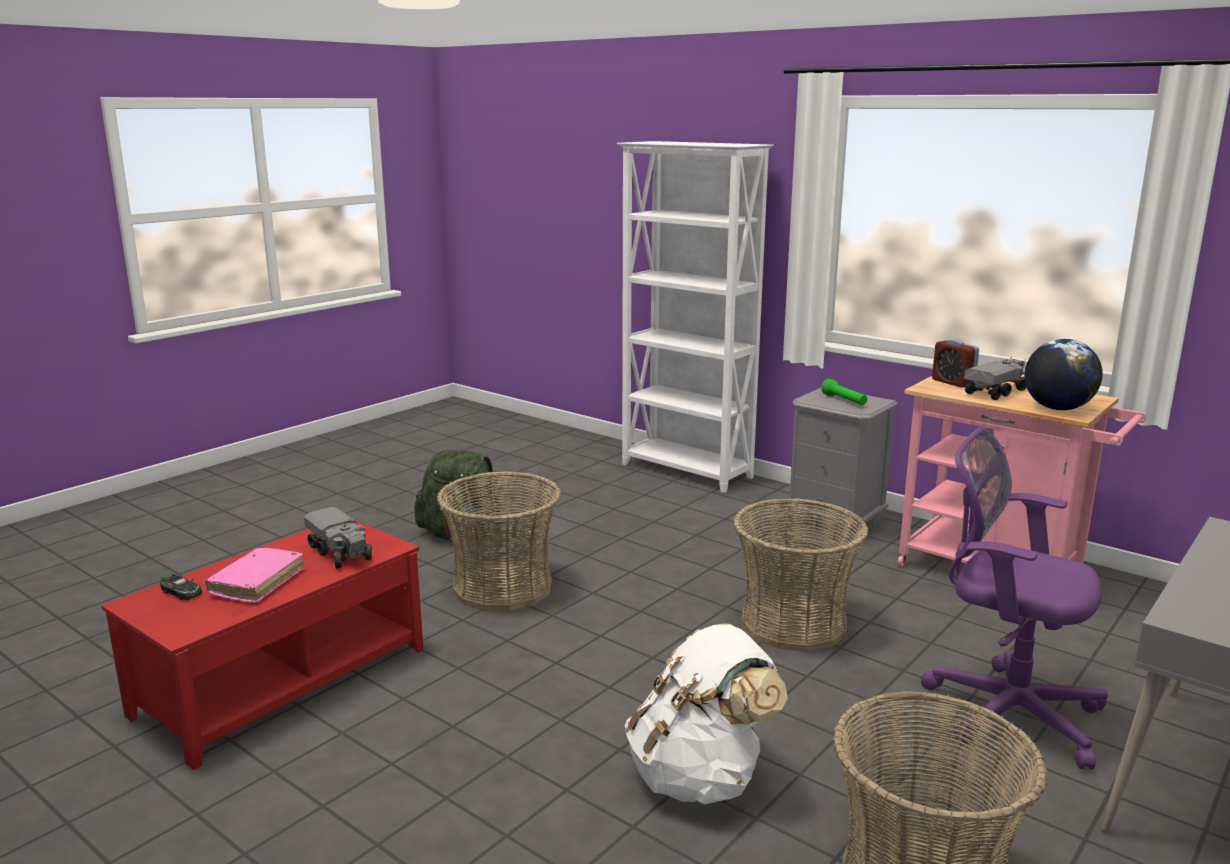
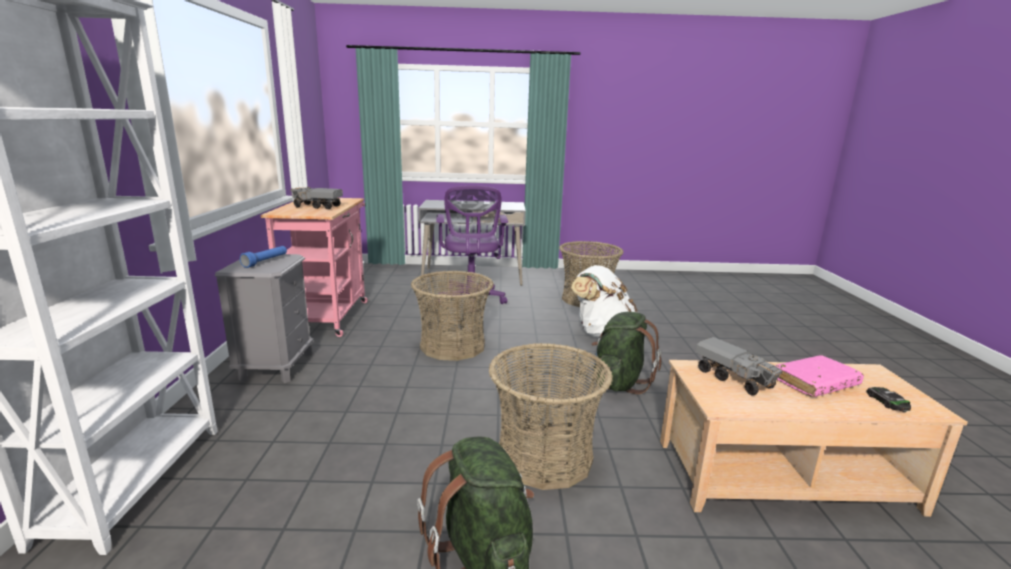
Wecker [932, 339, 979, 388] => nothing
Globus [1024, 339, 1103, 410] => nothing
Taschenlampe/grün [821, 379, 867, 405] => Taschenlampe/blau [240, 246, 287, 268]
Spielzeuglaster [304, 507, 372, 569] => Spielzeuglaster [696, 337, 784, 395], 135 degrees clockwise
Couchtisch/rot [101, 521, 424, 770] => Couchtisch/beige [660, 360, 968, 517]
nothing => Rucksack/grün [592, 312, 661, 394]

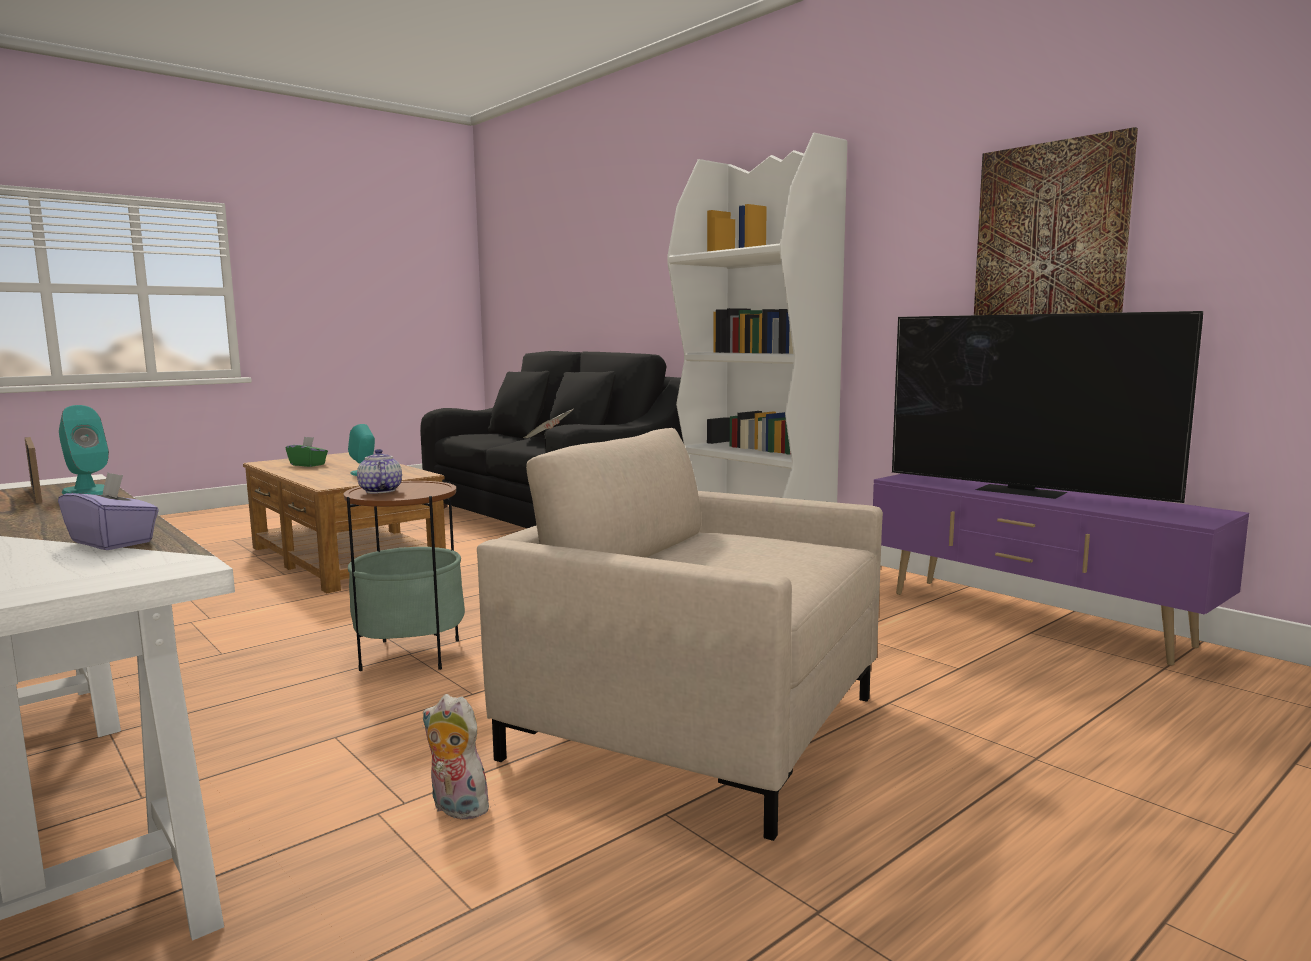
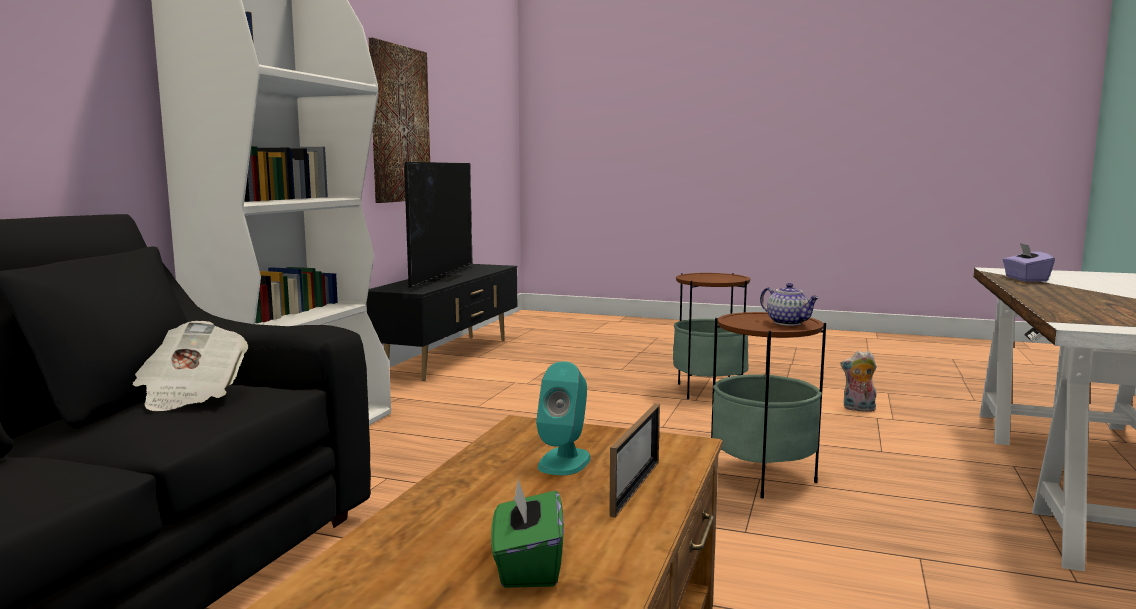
Lautsprecher/türkis [59, 405, 109, 495] => nothing
Sessel/beige [477, 428, 883, 841] => Beistelltisch [673, 273, 750, 399]
Bilderrahmen [25, 437, 42, 503] => Bilderrahmen [609, 404, 660, 518], relocated
Teekanne [357, 449, 402, 494] => Teekanne [760, 283, 819, 326], 75 degrees counterclockwise
Fernsehschrank/lila [873, 474, 1249, 666] => Fernsehschrank/schwarz [366, 264, 517, 381]
Plüschtier [422, 694, 491, 819] => Plüschtier [840, 351, 877, 413], 105 degrees clockwise

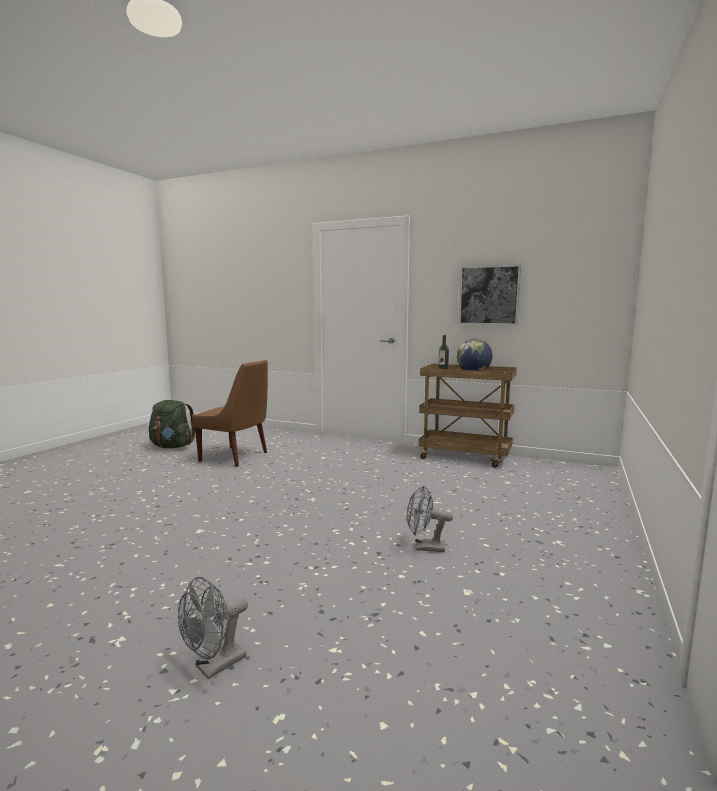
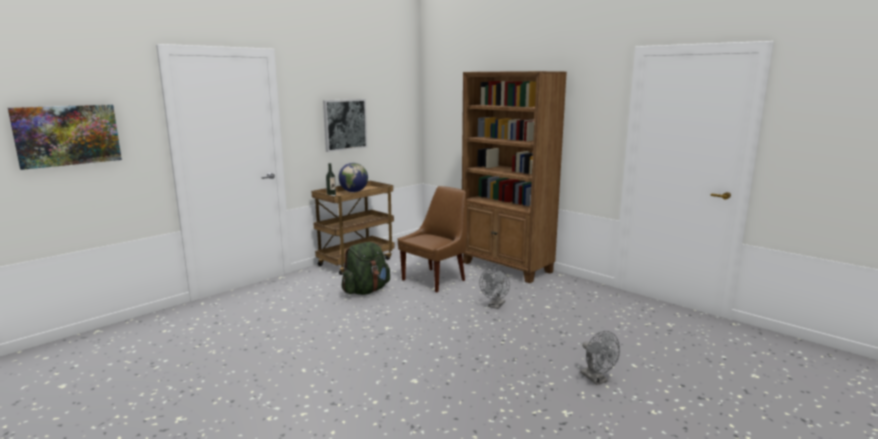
Stuhl/braun [192, 360, 268, 467] => Stuhl/braun [398, 186, 467, 292], relocated
Rucksack/grün [149, 400, 195, 448] => Rucksack/grün [342, 242, 390, 295], relocated
nothing => Bücherregal/braun [462, 71, 567, 283]
nothing => Bild [8, 105, 122, 170]

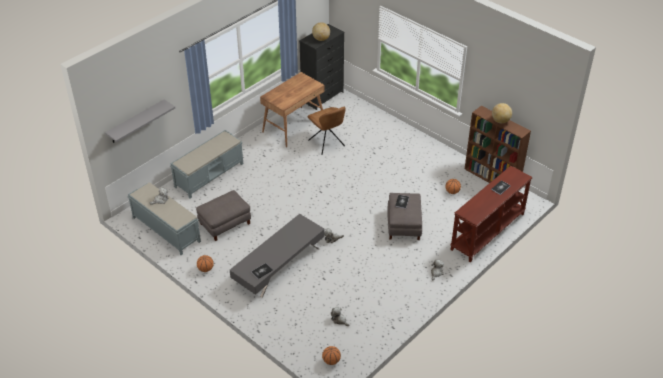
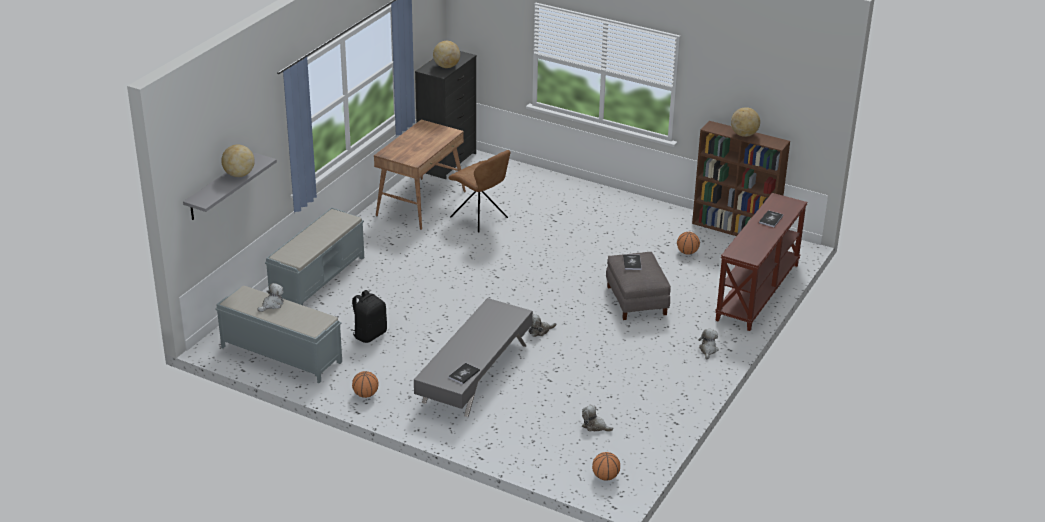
Polsterhocker/grau [196, 190, 251, 241] => Rucksack/schwarz [351, 290, 387, 343]
nothing => Globus [221, 145, 255, 177]

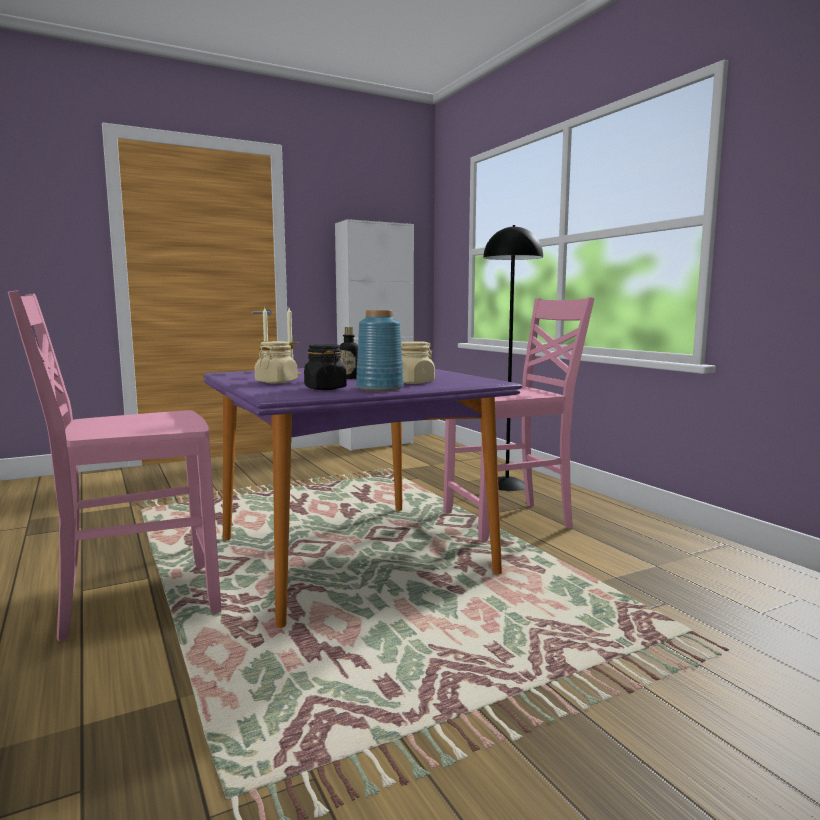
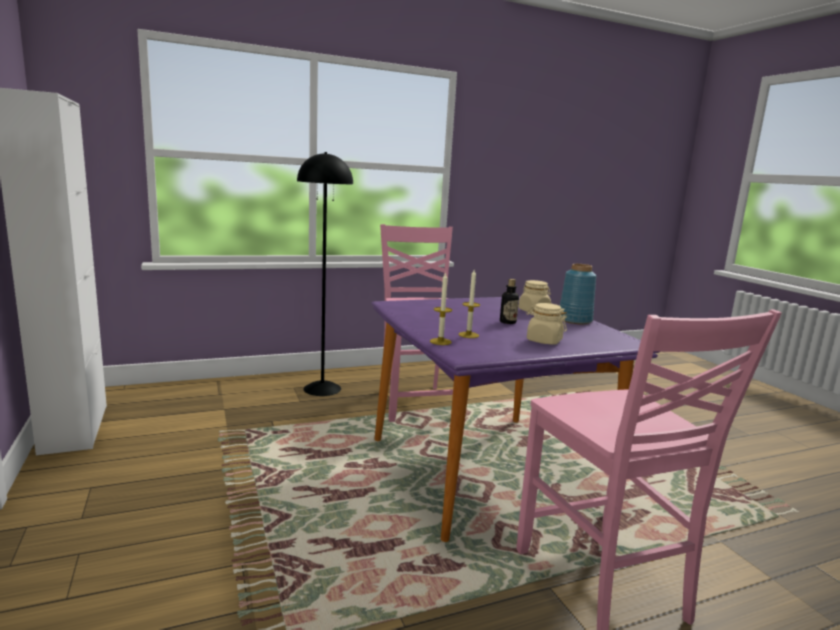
Vorratsglas/schwarz [304, 344, 347, 390] => nothing

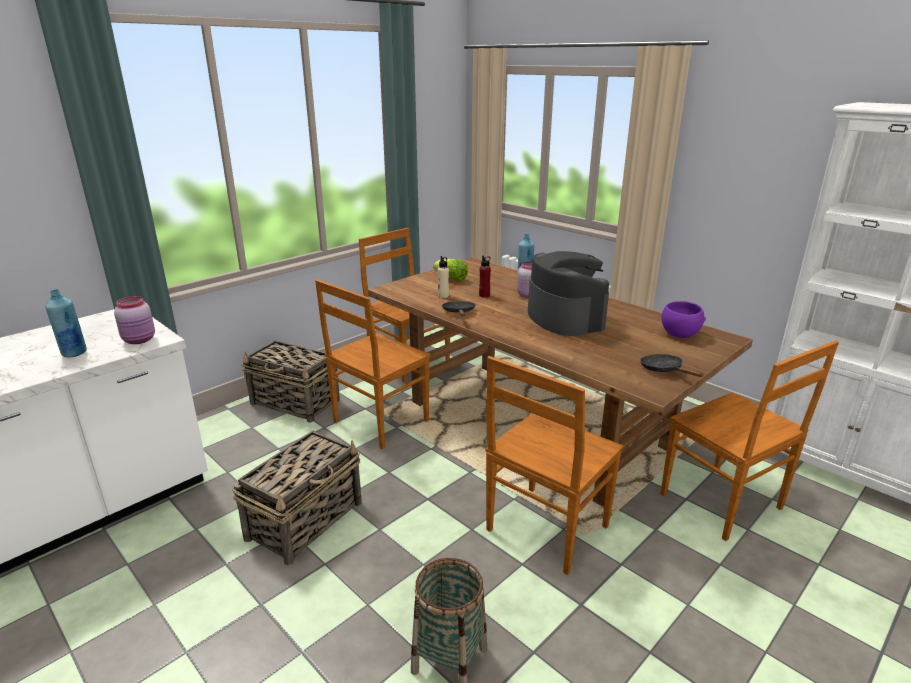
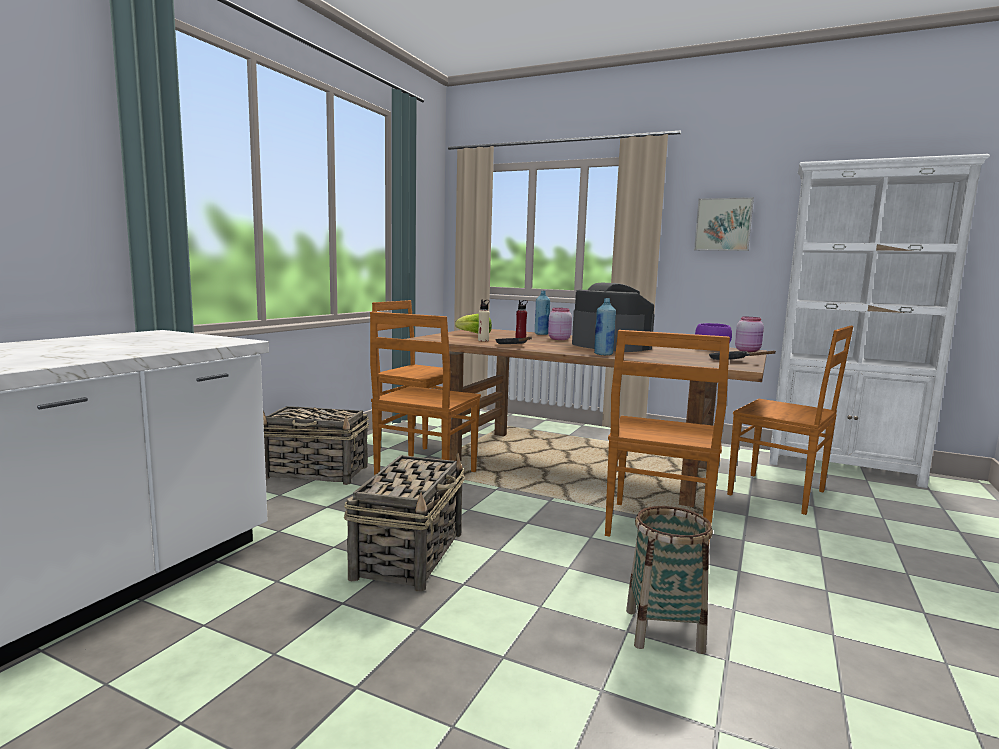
Flasche/blau [45, 289, 87, 357] => Flasche/blau [594, 298, 616, 355], relocated
Vorratsglas/rosa [114, 296, 155, 344] => Vorratsglas/rosa [735, 317, 764, 352], relocated
nothing => Bild [694, 197, 754, 251]

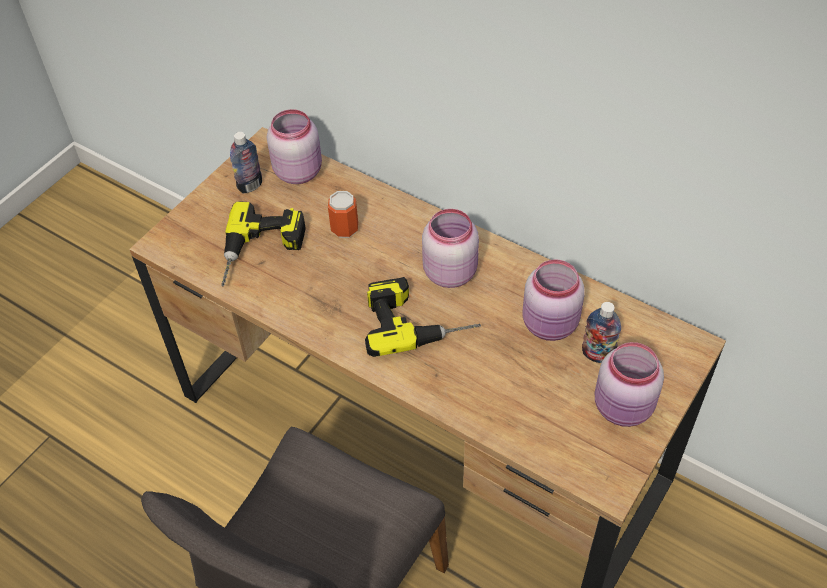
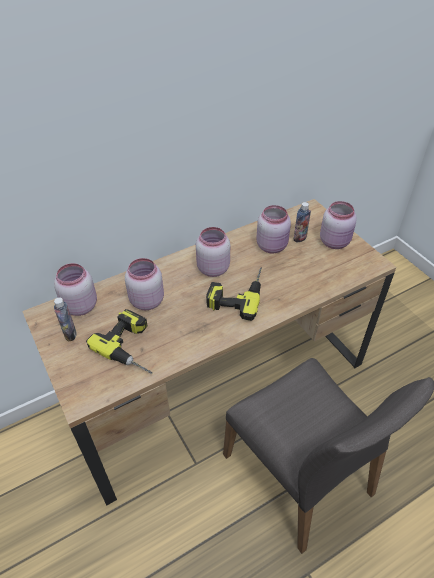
Dose [328, 191, 358, 238] => Vorratsglas/rosa [125, 258, 164, 310]

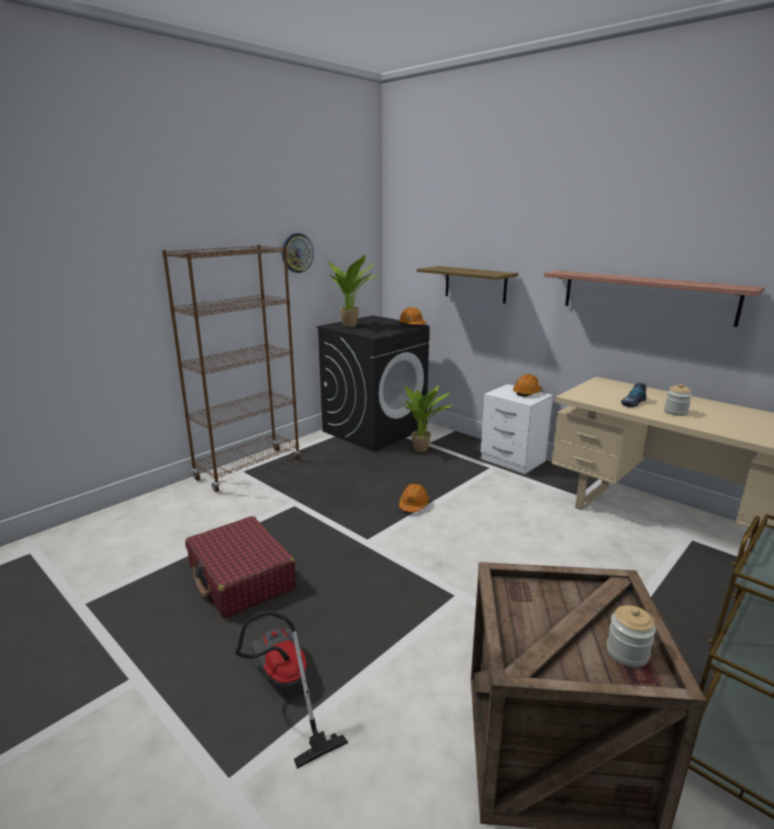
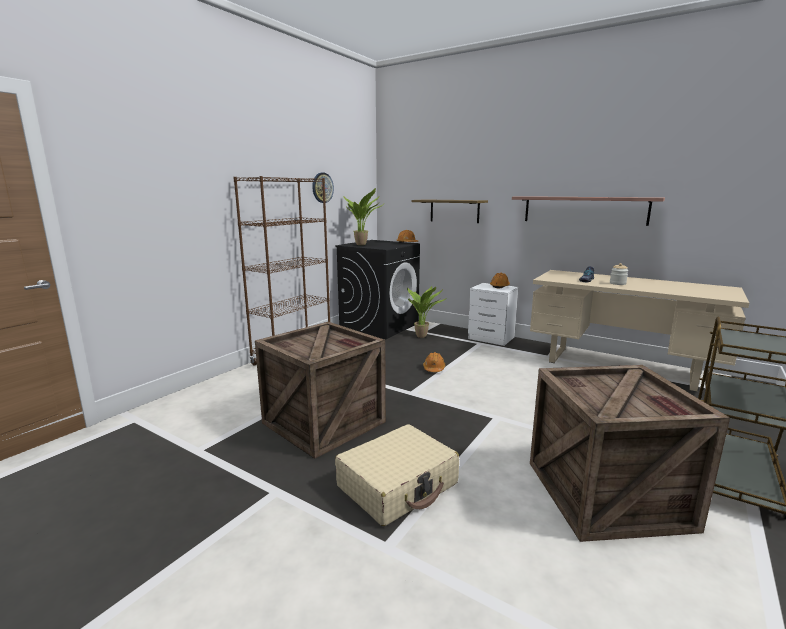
Koffer/rot [185, 516, 296, 619] => Kiste [255, 322, 386, 459]
Vorratsglas [607, 605, 656, 667] => nothing
Staubsauger [235, 611, 348, 769] => Koffer/beige [335, 424, 459, 526]

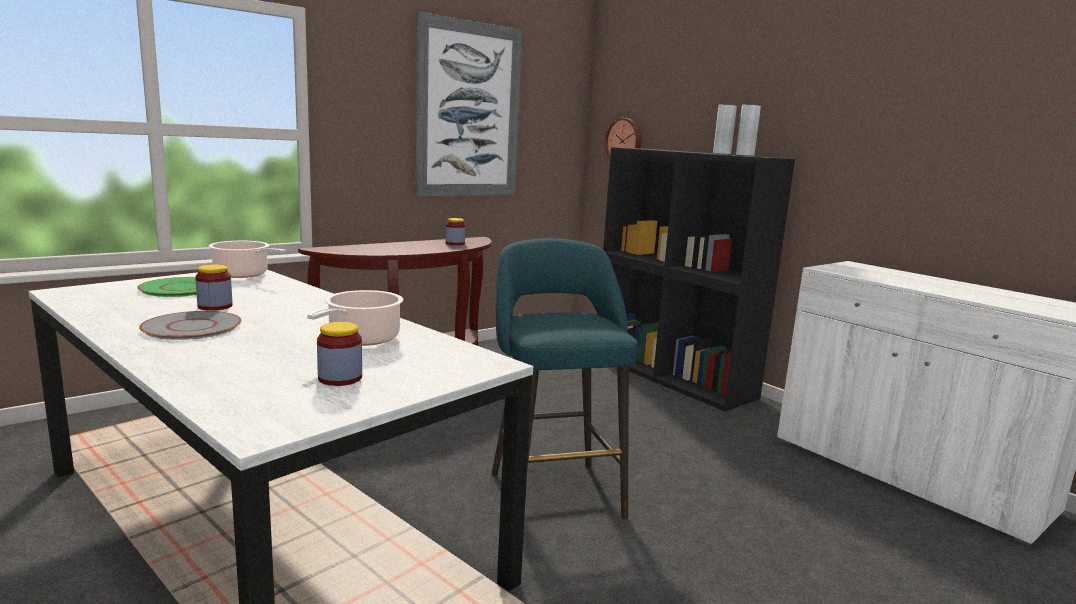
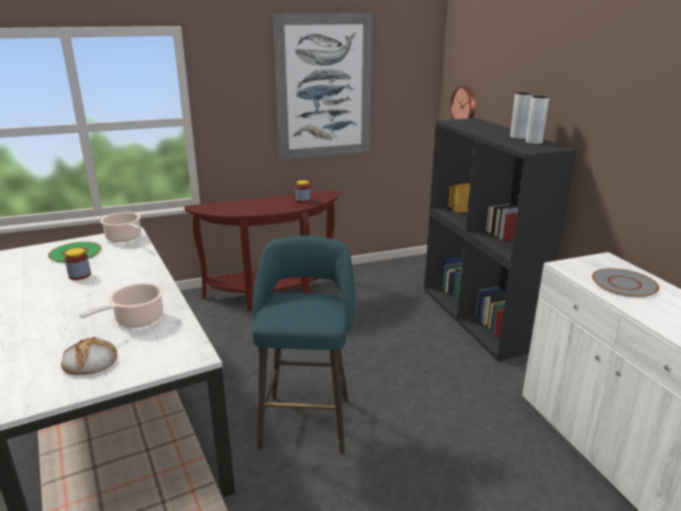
Teller/grau [139, 311, 242, 340] => Teller/grau [592, 268, 659, 297], relocated
Vorratsglas [317, 322, 362, 386] => Brot [61, 337, 117, 375]

